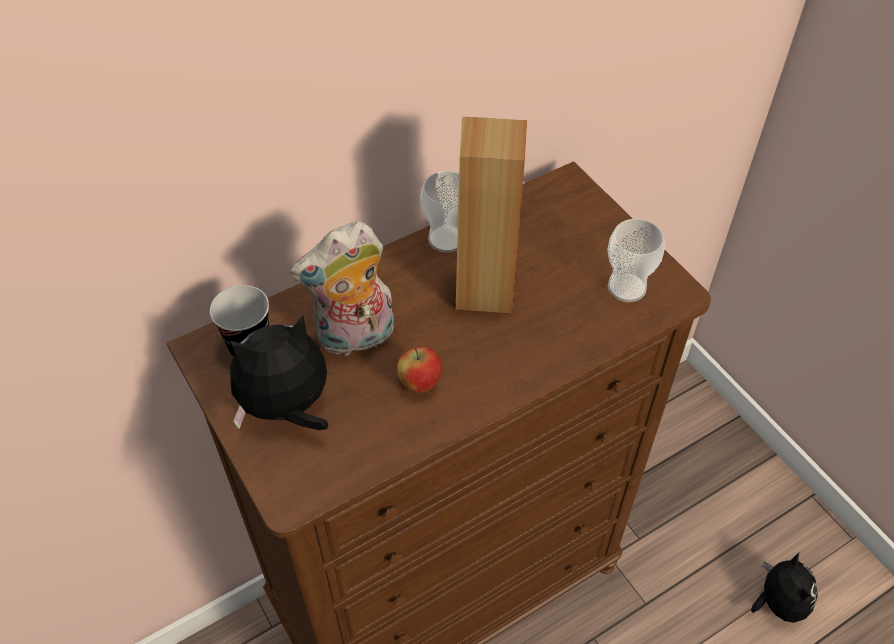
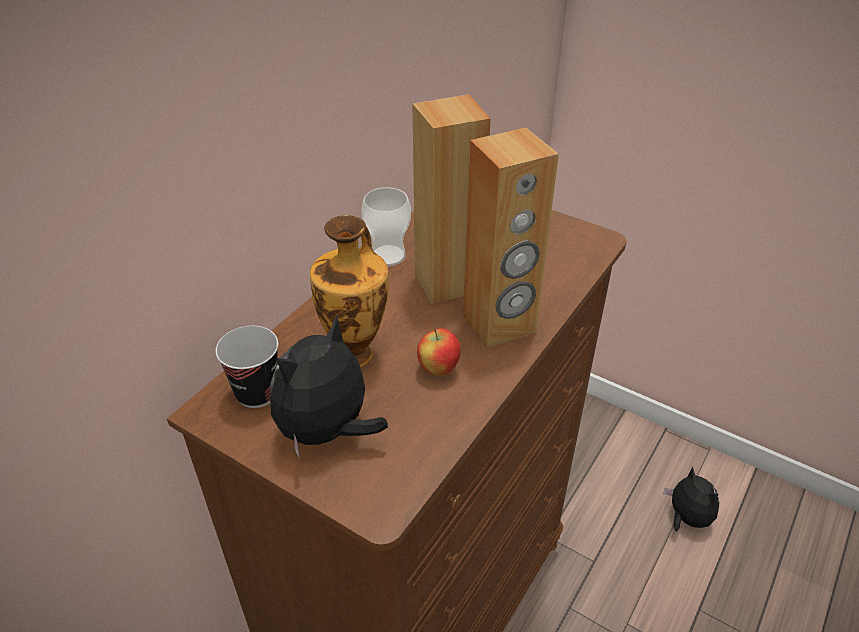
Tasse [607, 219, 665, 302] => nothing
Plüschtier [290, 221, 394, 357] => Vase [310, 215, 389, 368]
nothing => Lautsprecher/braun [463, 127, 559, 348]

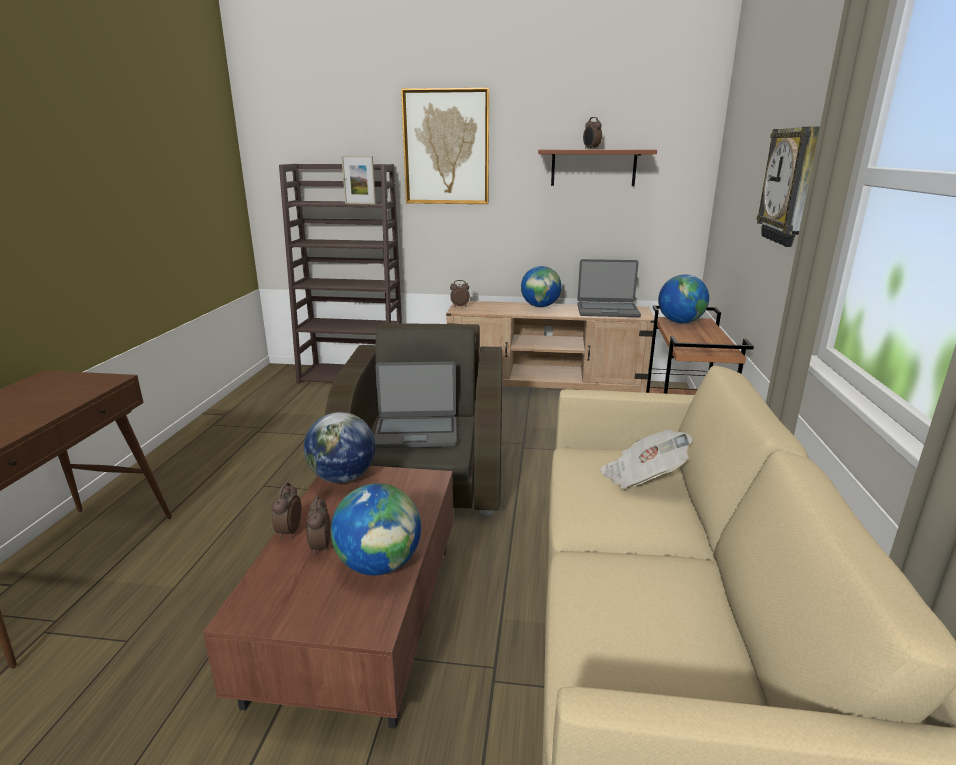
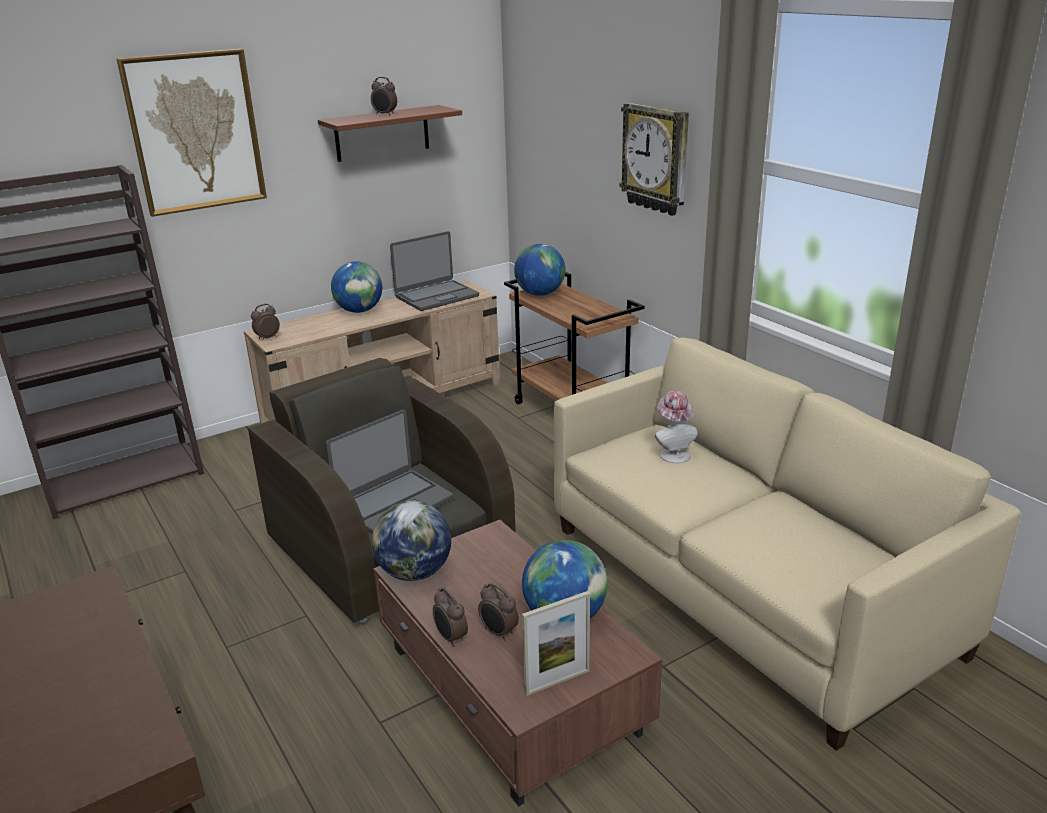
Bilderrahmen [341, 156, 376, 204] => Bilderrahmen [522, 591, 590, 696], relocated
Zeitung [600, 429, 693, 489] => Hut [655, 390, 698, 463]

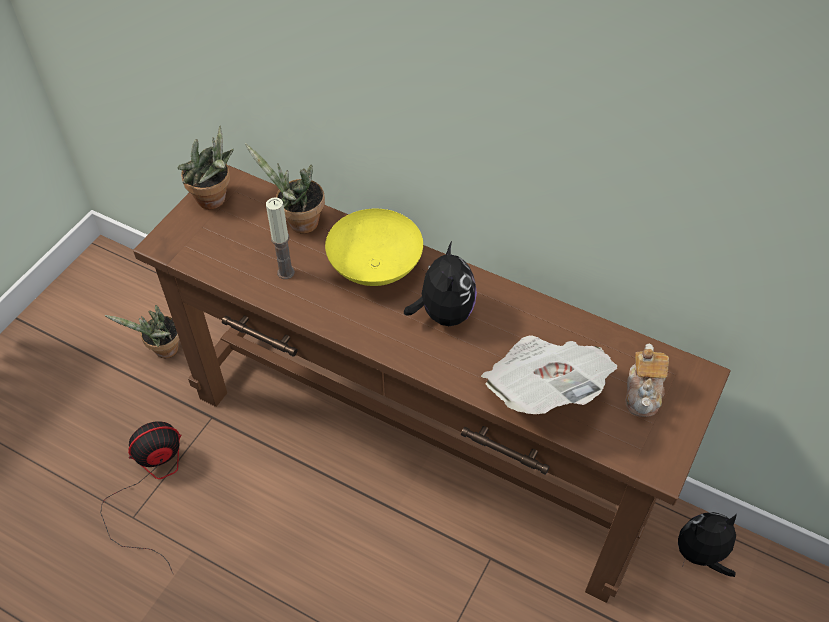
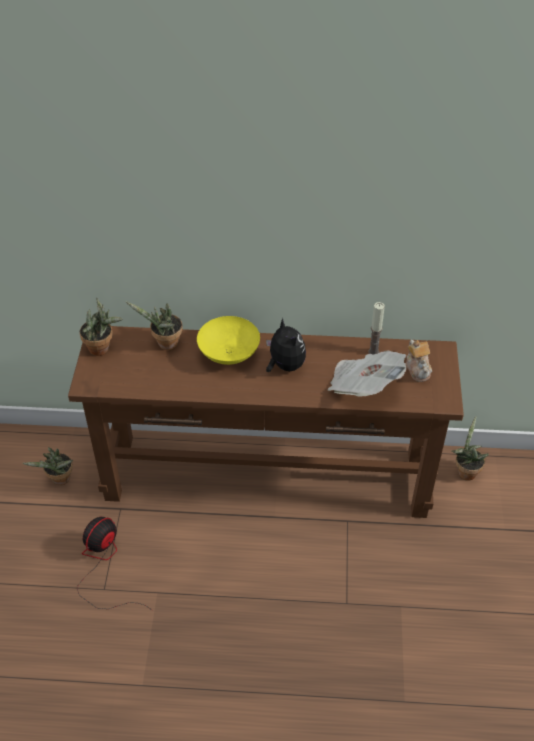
Kerze [266, 197, 295, 279] => Kerze [368, 302, 385, 355], relocated
Plüschtier [678, 512, 737, 577] => Topfpflanze [452, 416, 489, 481]

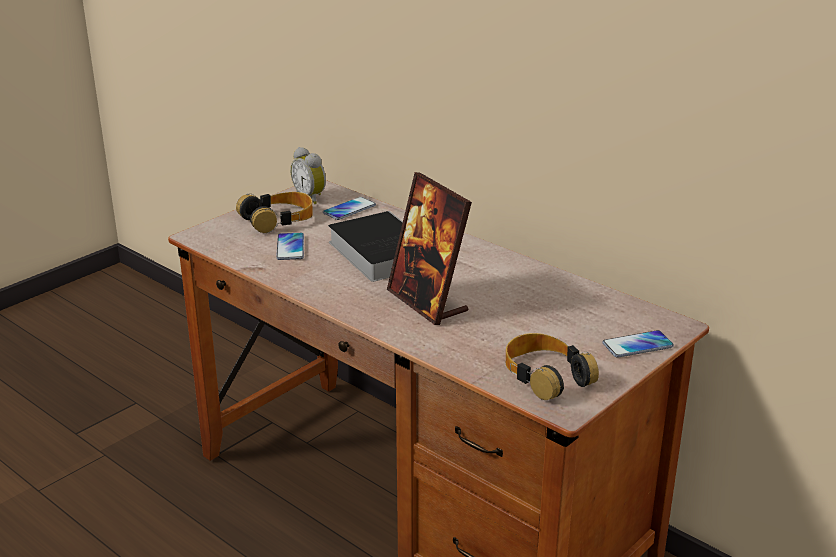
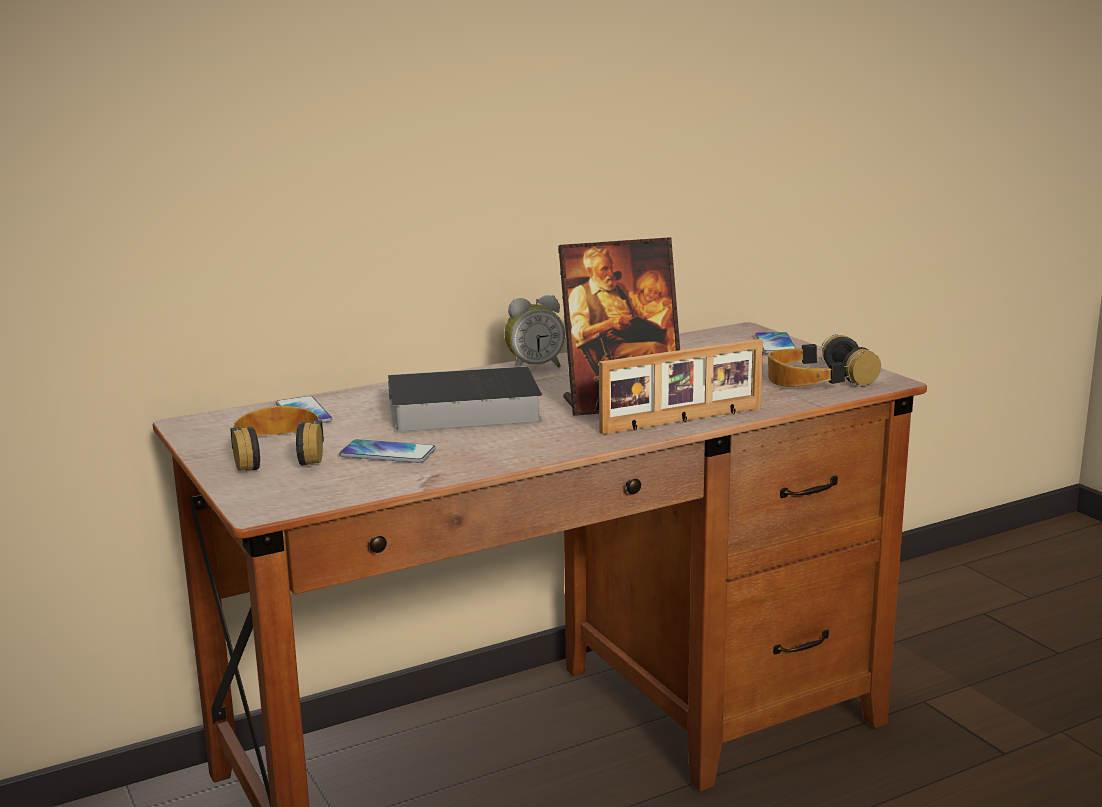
Wecker [290, 147, 326, 204] => Wecker [504, 295, 565, 368], relocated
nothing => Bilderrahmen [599, 339, 763, 435]

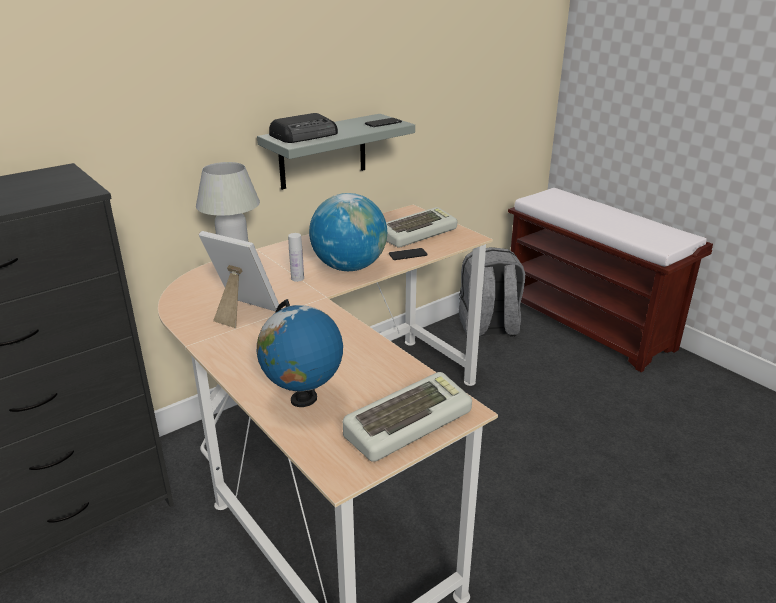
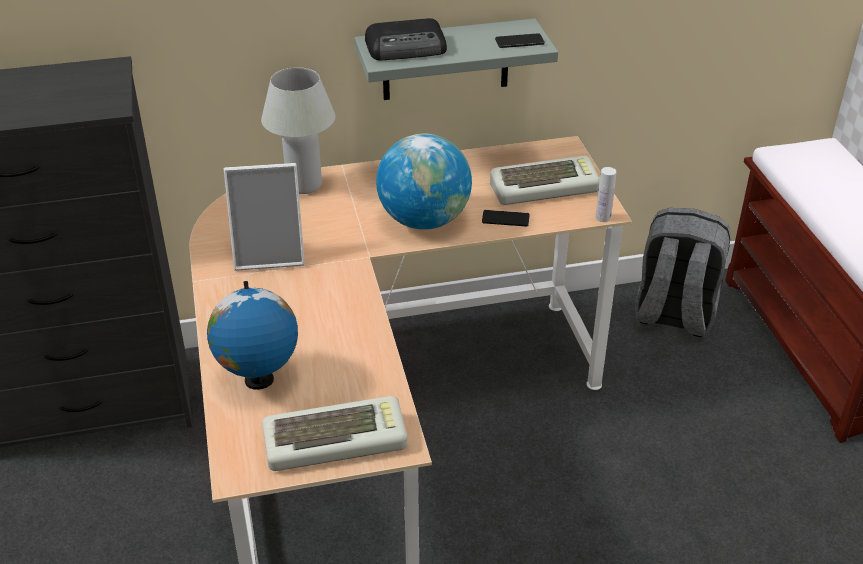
Bilderrahmen [199, 231, 279, 328] => Bilderrahmen [224, 163, 305, 271], 120 degrees clockwise
Flasche/weiß [288, 233, 304, 282] => Flasche/weiß [595, 167, 616, 222], relocated

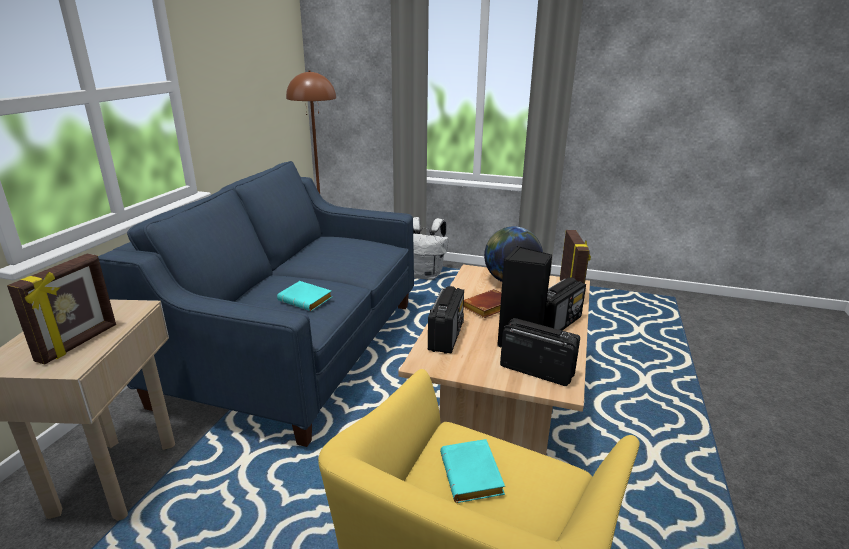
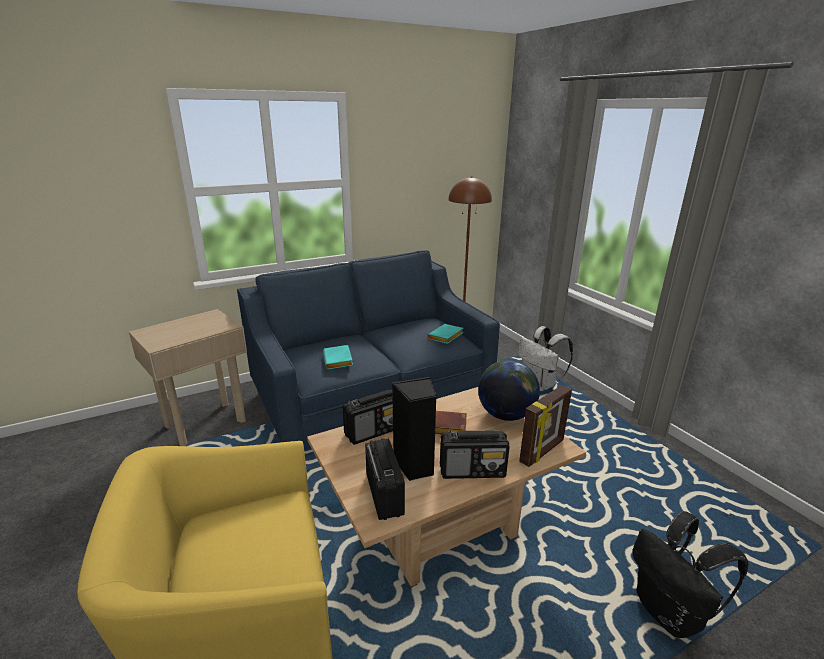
Bilderrahmen [7, 254, 116, 364] => nothing
Buch/türkis [440, 439, 505, 503] => Buch/türkis [427, 324, 464, 344], relocated
nothing => Rucksack/schwarz [633, 511, 749, 638]

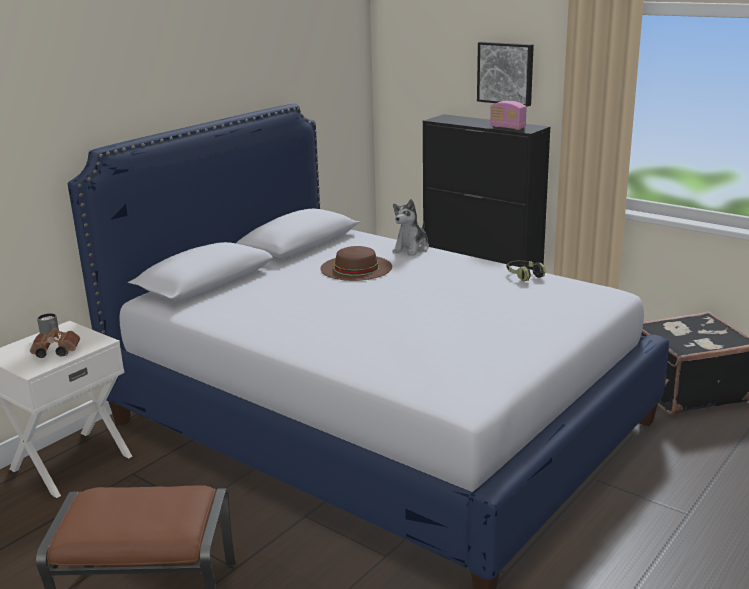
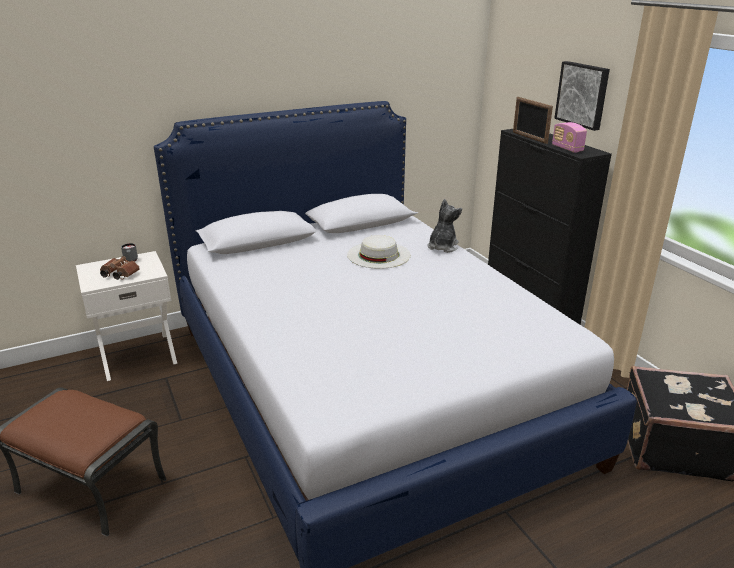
Plüschtier [392, 199, 429, 256] => Plüschtier [427, 199, 462, 253], 150 degrees clockwise
Hut/braun [320, 246, 392, 281] => Hut/weiß [347, 235, 411, 269]
Kopfhörer [507, 260, 546, 281] => nothing
nothing => Bilderrahmen [513, 97, 553, 144]

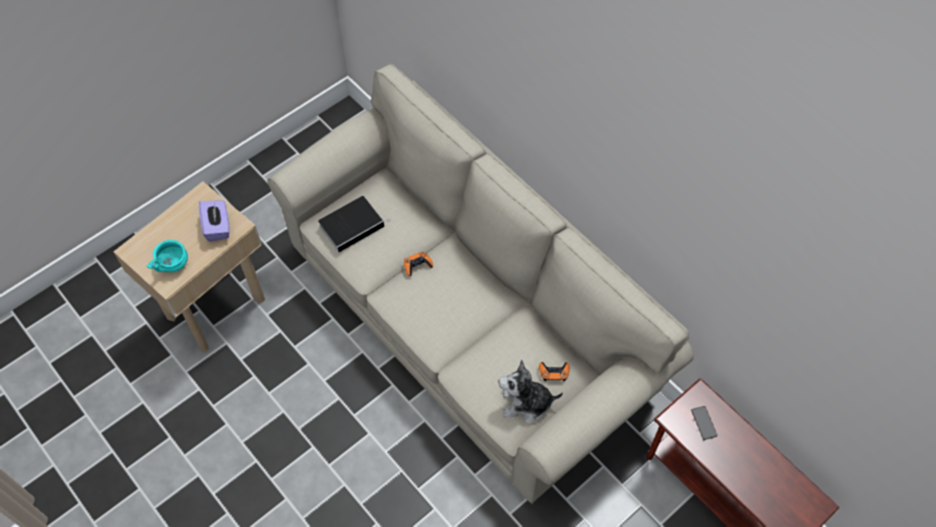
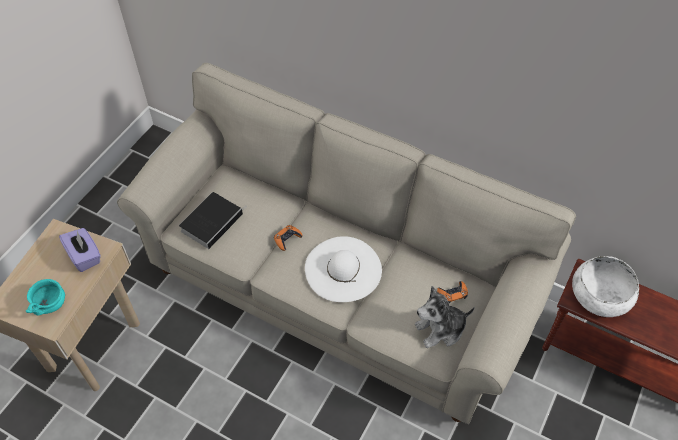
Handy [691, 406, 717, 440] => Schüssel/weiß [572, 256, 639, 317]
nothing => Hut/weiß [305, 236, 382, 302]

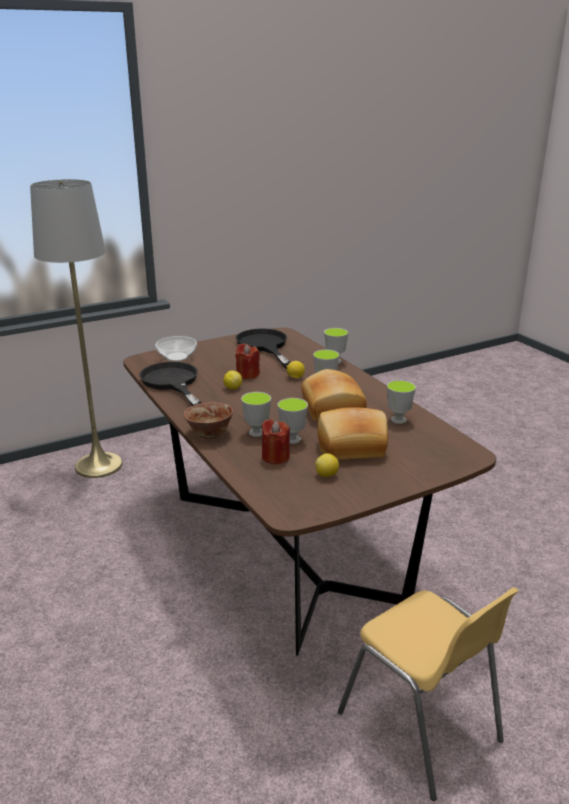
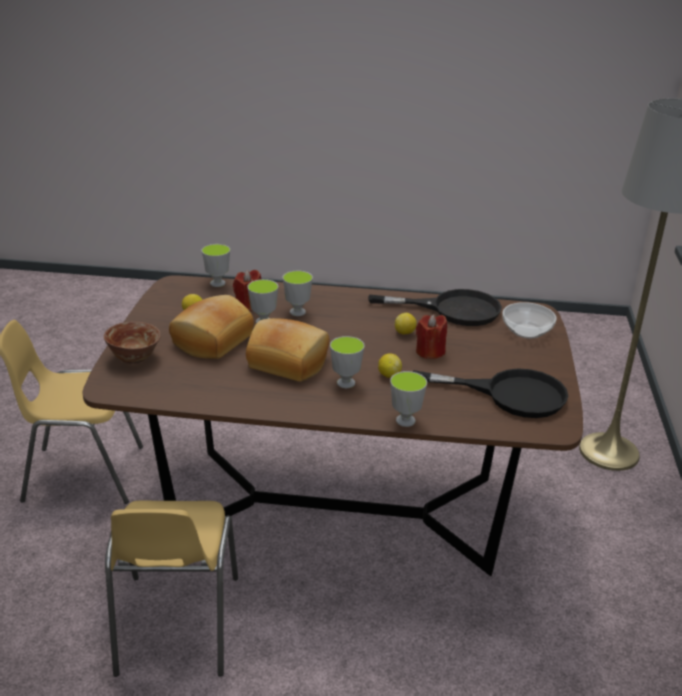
Tasse [387, 380, 416, 424] => Tasse [201, 244, 230, 287], relocated
Schüssel [184, 402, 233, 439] => Schüssel [104, 321, 161, 364], relocated
nothing => Stuhl/gelb [105, 500, 238, 677]

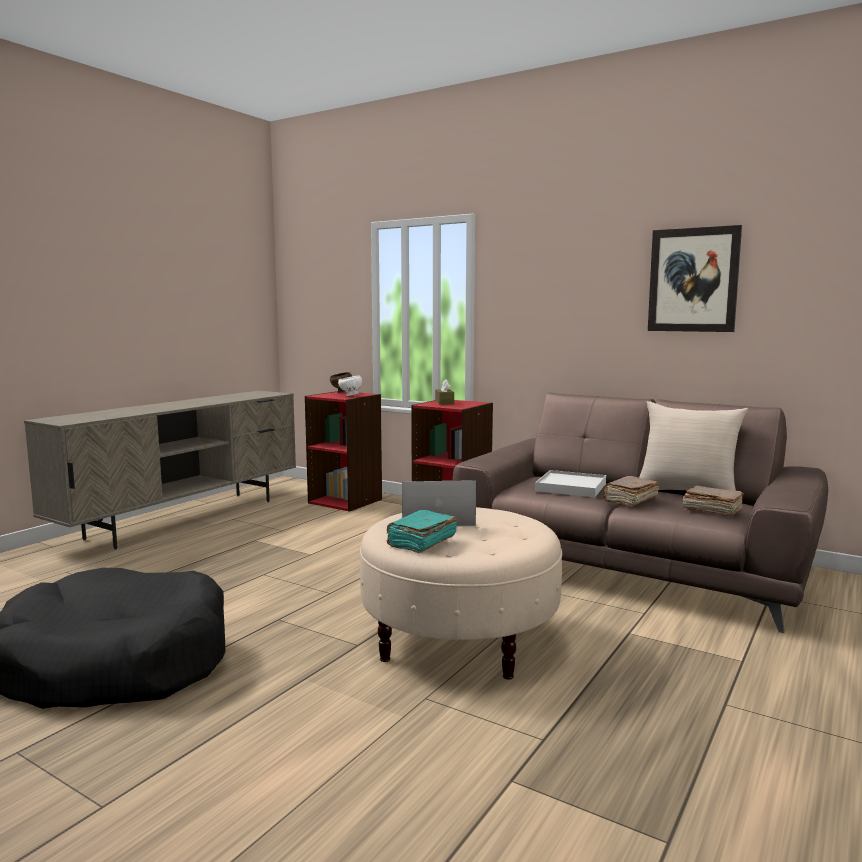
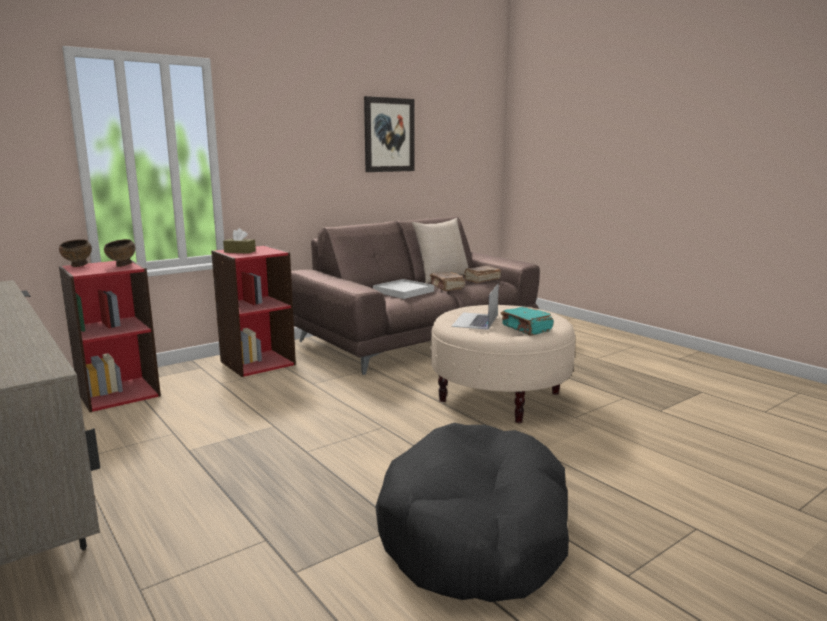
Schüssel/weiß [338, 375, 362, 396] => Schüssel/braun [104, 239, 135, 267]

